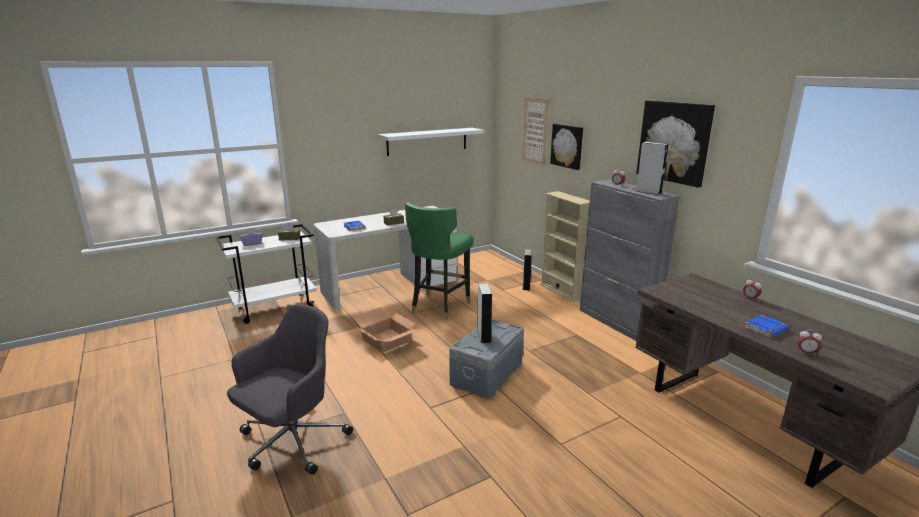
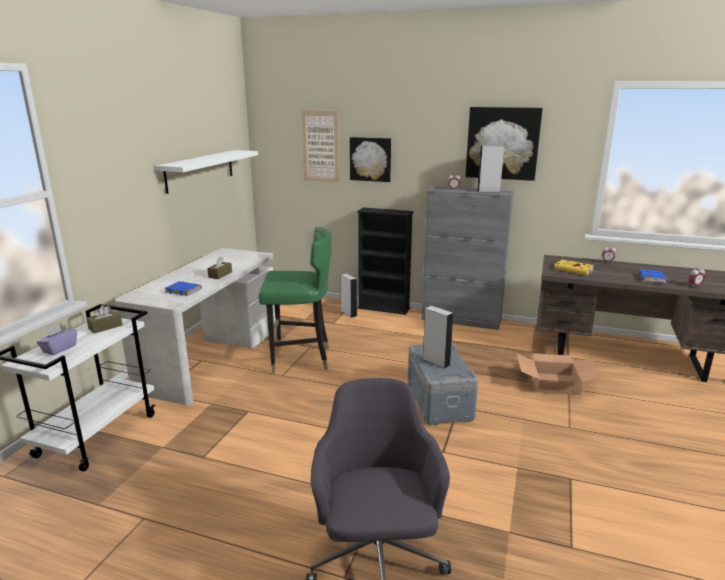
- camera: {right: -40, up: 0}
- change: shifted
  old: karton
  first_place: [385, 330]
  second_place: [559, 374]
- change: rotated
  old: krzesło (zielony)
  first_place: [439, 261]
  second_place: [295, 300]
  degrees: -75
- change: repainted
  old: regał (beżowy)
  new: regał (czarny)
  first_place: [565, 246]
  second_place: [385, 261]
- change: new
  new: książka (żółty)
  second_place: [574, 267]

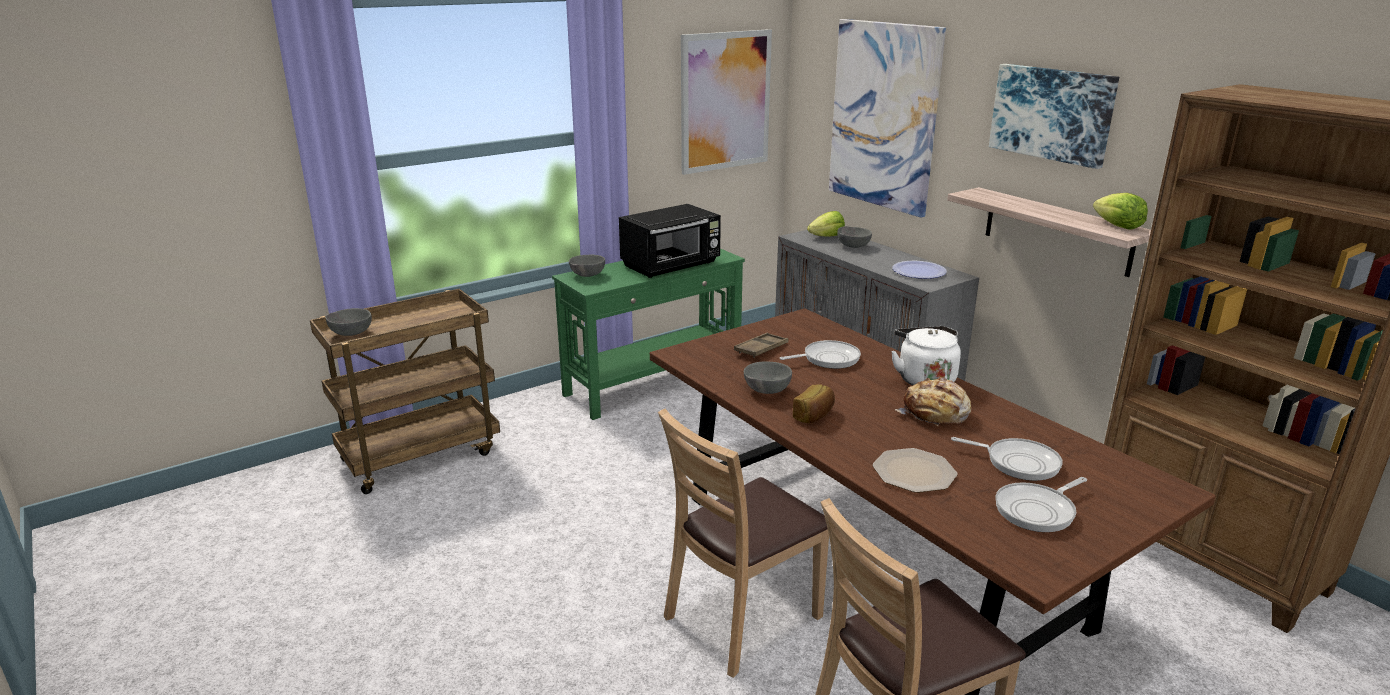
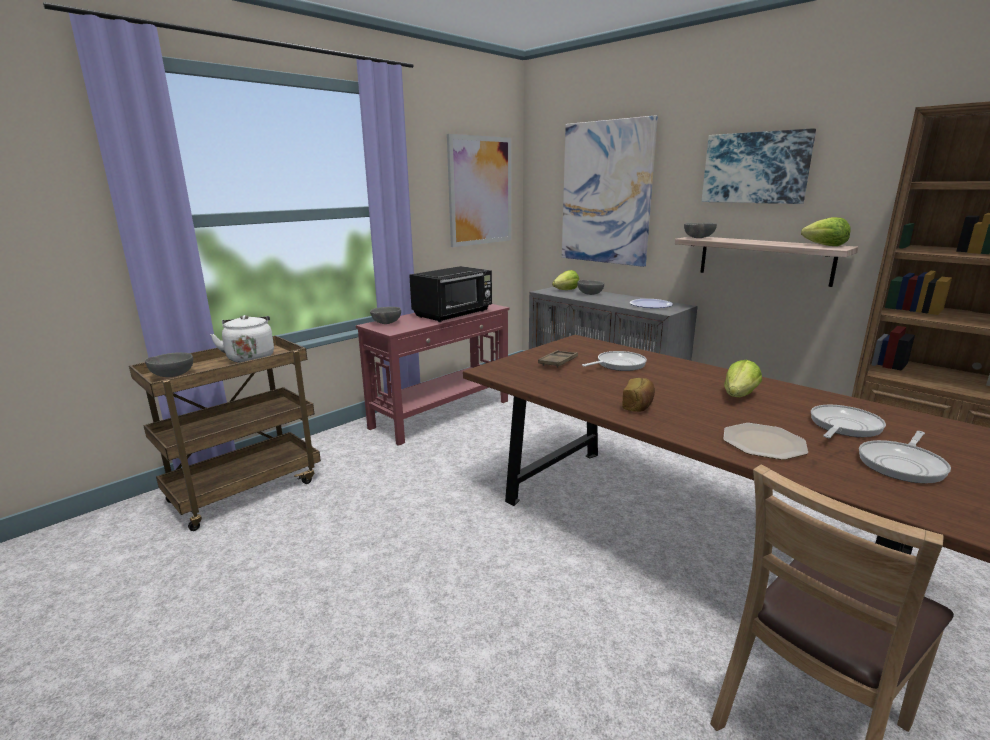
- camera: {right: -10, up: -5}
- change: repainted
  old: stolik konsolowy (zielony)
  new: stolik konsolowy (czerwony)
  first_place: [648, 334]
  second_place: [432, 375]
- change: gone
  old: krzesło (brązowy)
  first_place: [743, 543]
- change: shifted
  old: miska (szary)
  first_place: [768, 377]
  second_place: [700, 230]
- change: shifted
  old: czajnik (biały)
  first_place: [926, 356]
  second_place: [242, 339]
- change: swapped
  old: chleb
  new: sałata
  first_place: [933, 401]
  second_place: [743, 378]
- change: rotated
  old: patelnia
  first_place: [1007, 459]
  second_place: [848, 421]
  degrees: -60

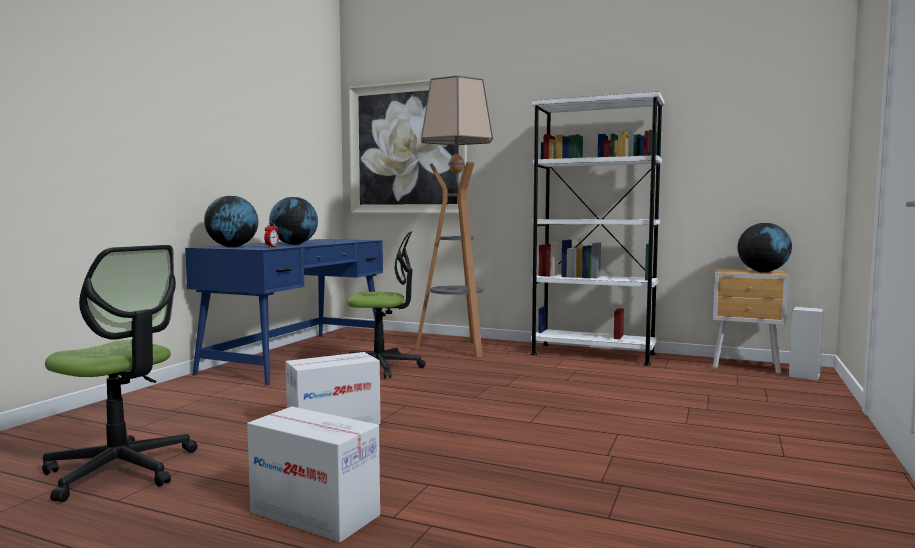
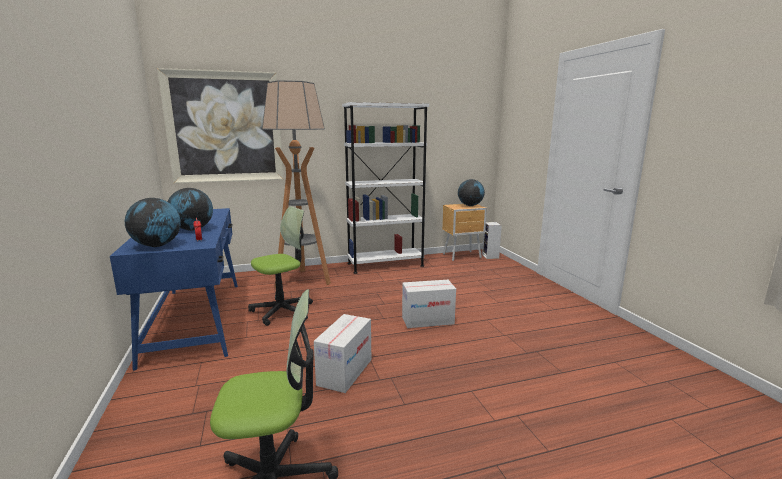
- camera: {right: -40, up: 10}
- change: shifted
  old: karton
  first_place: [313, 475]
  second_place: [429, 304]

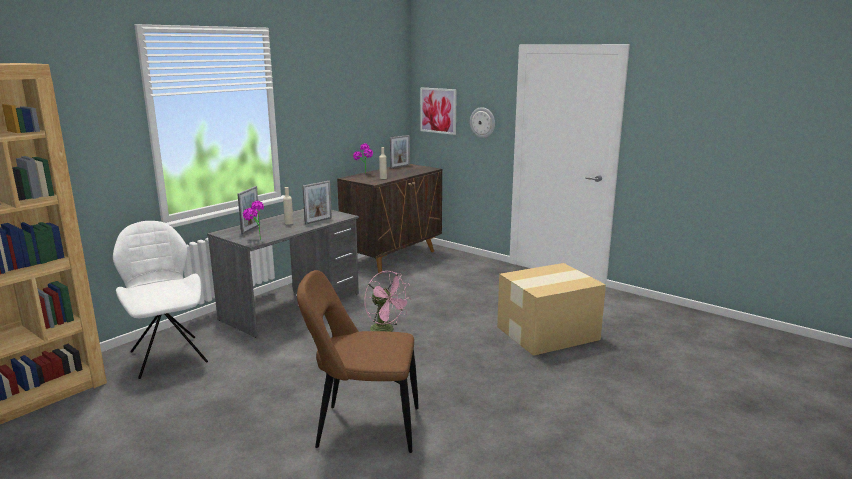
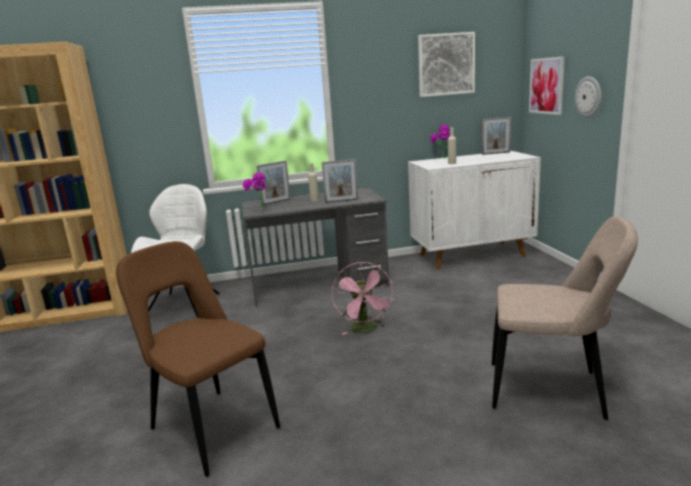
- camera: {right: 40, up: 0}
- change: repainted
  old: szafka (brązowy)
  new: szafka (biały)
  first_place: [389, 219]
  second_place: [474, 210]
- change: swapped
  old: karton
  new: krzesło (beżowy)
  first_place: [551, 309]
  second_place: [565, 318]
- change: new
  new: obraz
  second_place: [446, 64]

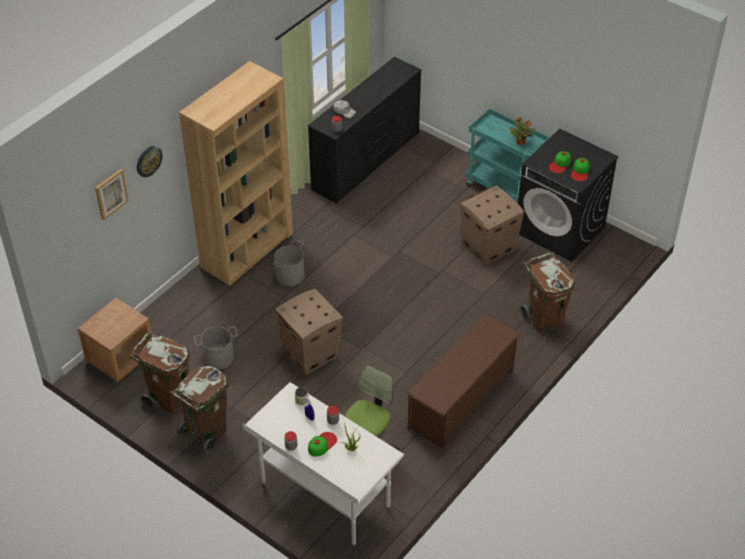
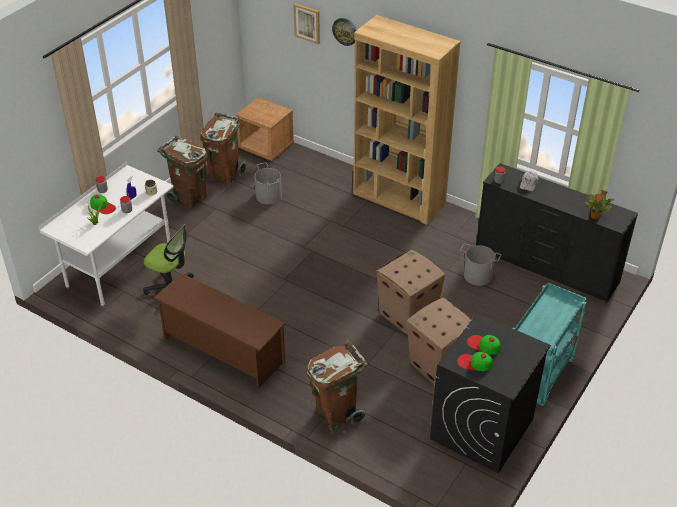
- camera: {right: 85, up: -5}
- change: shifted
  old: wiadro (szary)
  first_place: [288, 262]
  second_place: [480, 264]
- change: shifted
  old: karton
  first_place: [309, 331]
  second_place: [411, 292]
- change: shifted
  old: roślina doniczkowa
  first_place: [522, 131]
  second_place: [599, 205]

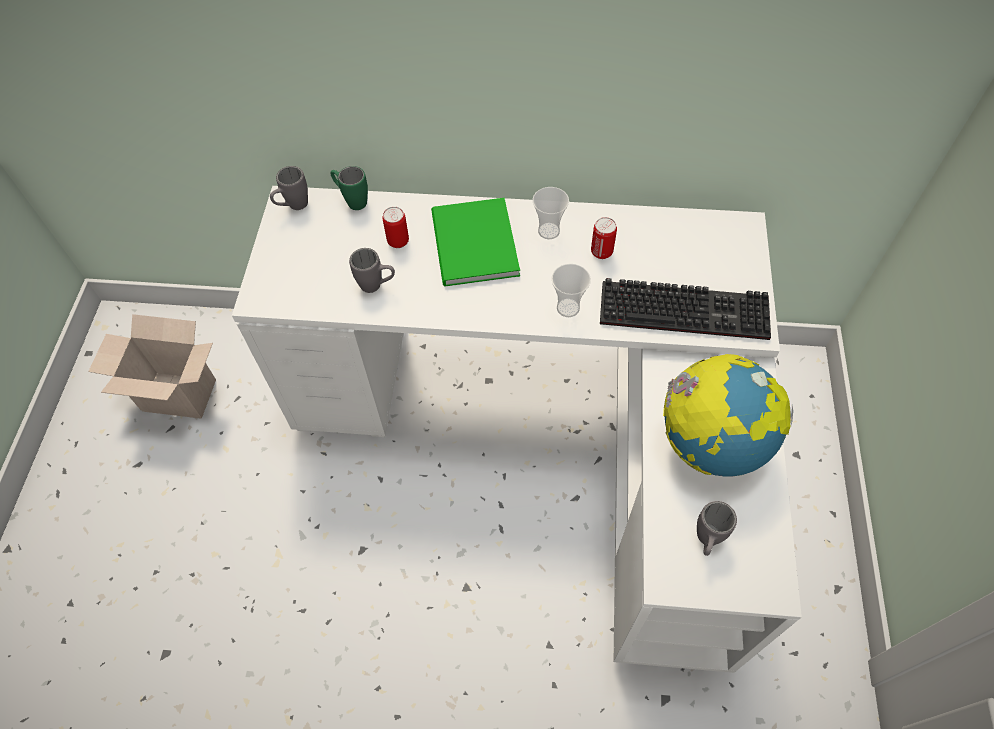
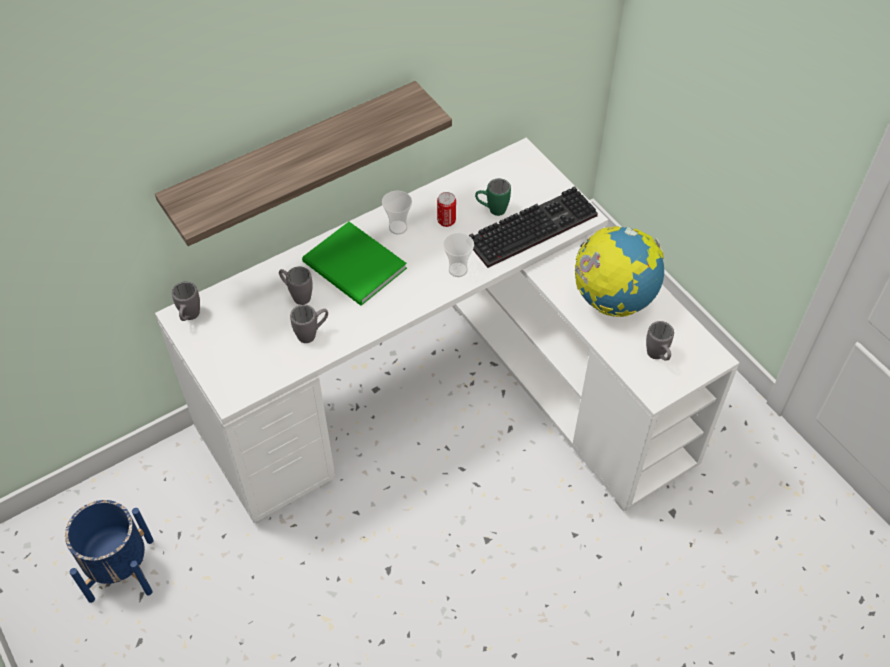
- camera: {right: -40, up: -5}
- change: swapped
  old: karton
  new: donica (niebieski)
  first_place: [152, 366]
  second_place: [109, 551]
- change: shifted
  old: kubek (zielony)
  first_place: [349, 188]
  second_place: [493, 197]
- change: swapped
  old: puszka
  new: kubek (szary)
  first_place: [395, 227]
  second_place: [296, 286]
- change: new
  new: półka
  second_place: [303, 163]

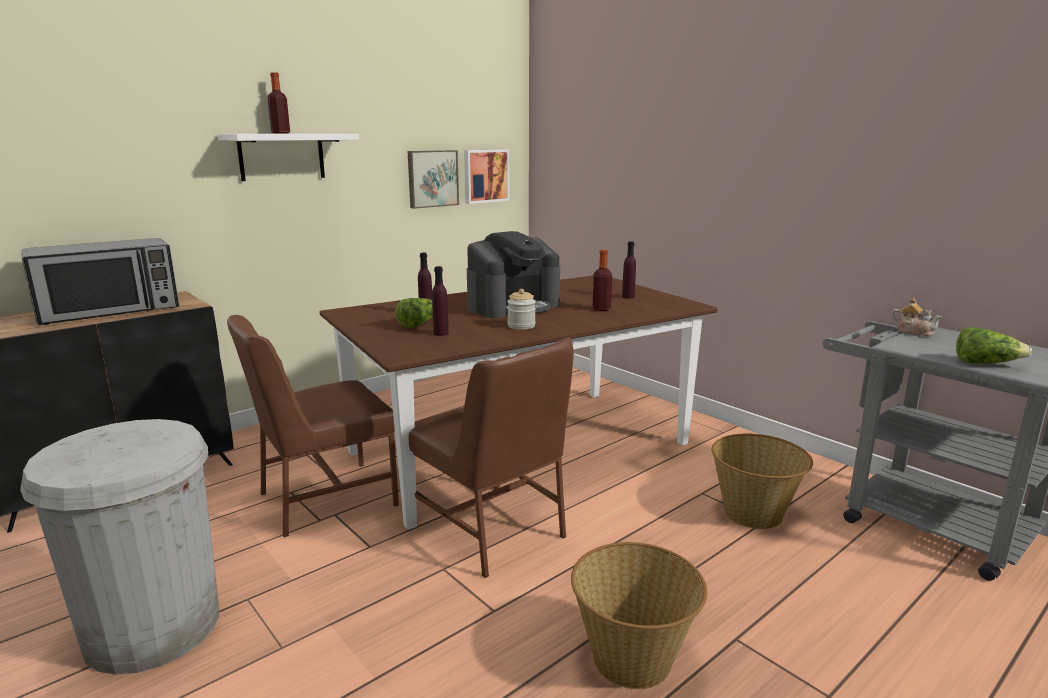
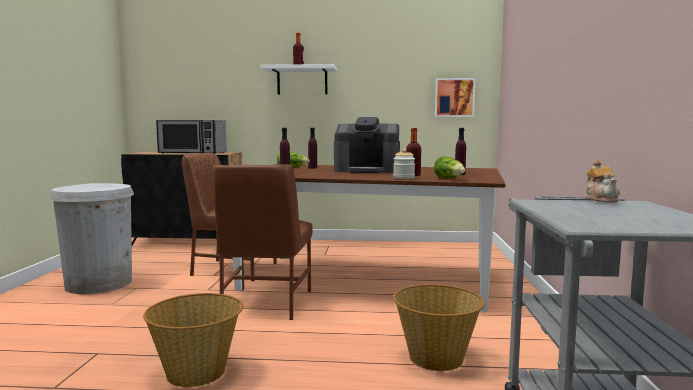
- camera: {right: 45, up: -10}
- change: gone
  old: obraz
  first_place: [433, 179]
- change: shifted
  old: słoik
  first_place: [521, 309]
  second_place: [404, 164]
- change: shifted
  old: sałata
  first_place: [994, 345]
  second_place: [449, 167]

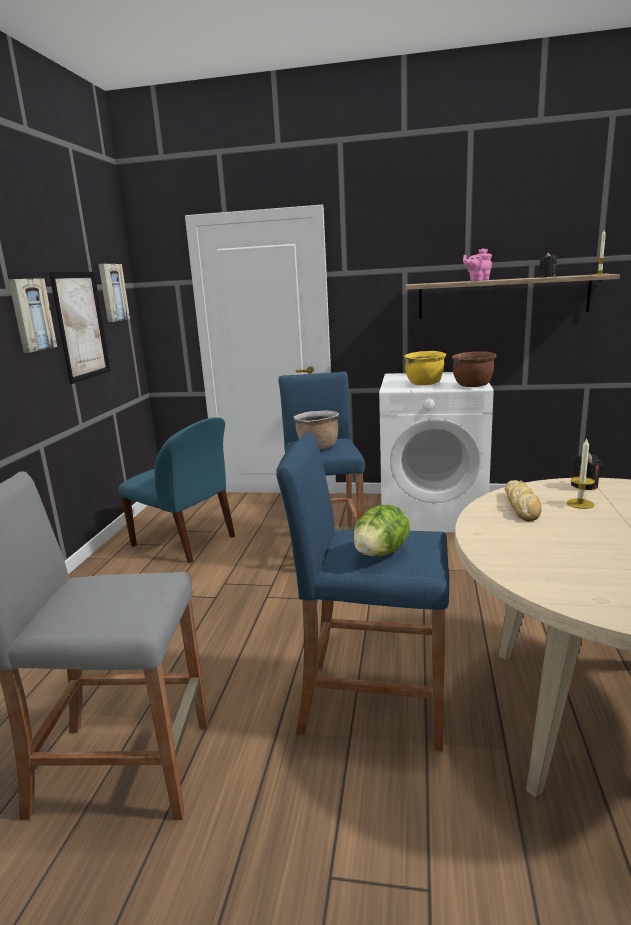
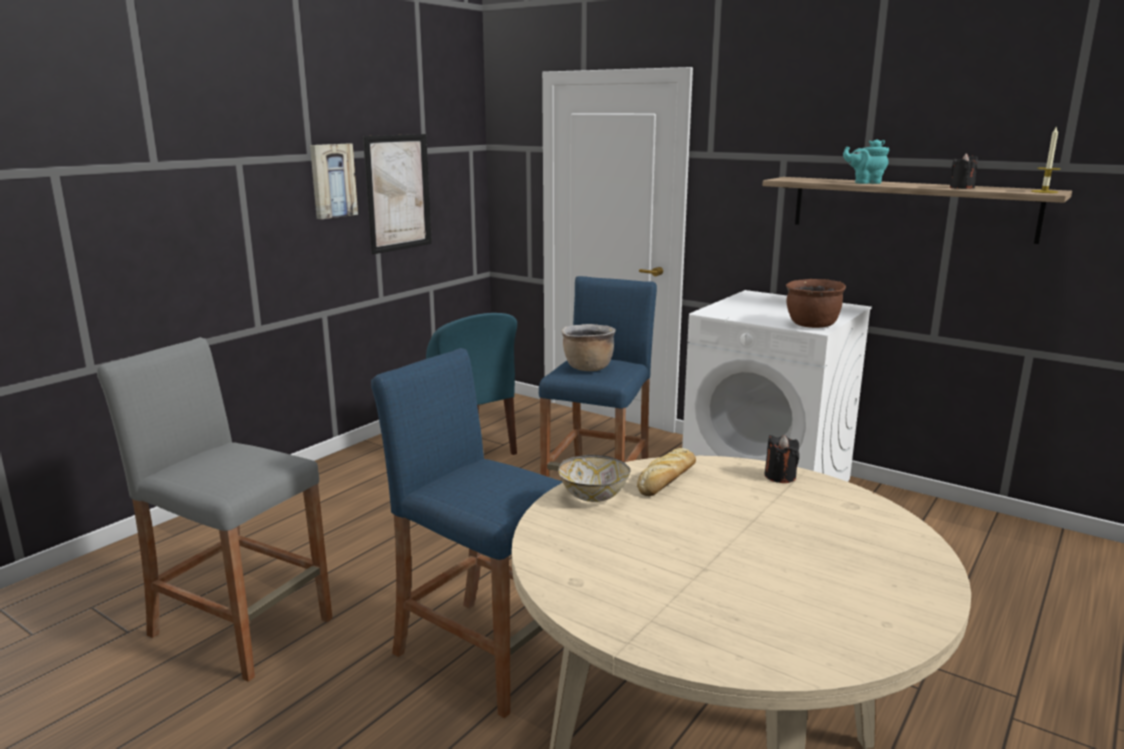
- camera: {right: 25, up: 0}
- change: gone
  old: obraz
  first_place: [114, 293]
- change: gone
  old: sałata
  first_place: [382, 531]
- change: gone
  old: garnek (żółty)
  first_place: [425, 368]
- change: repainted
  old: imbryk (różowy)
  new: imbryk (turkusowy)
  first_place: [477, 265]
  second_place: [866, 161]
- change: gone
  old: świeca
  first_place: [580, 474]
- change: new
  new: miska
  second_place: [594, 478]

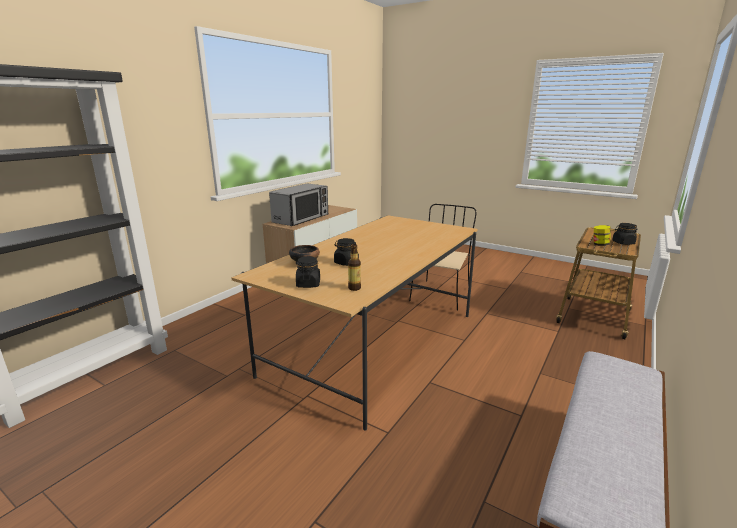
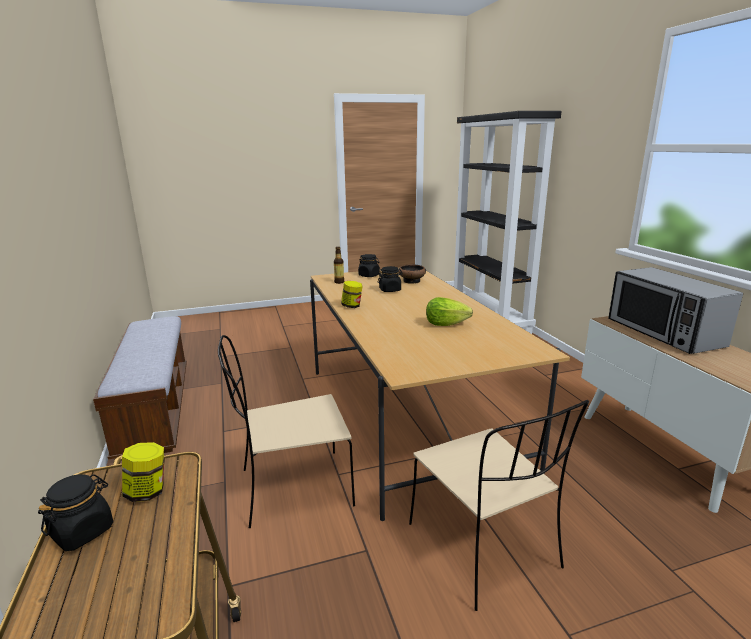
- camera: {right: 130, up: 0}
- change: new
  new: krzesło (beżowy)
  second_place: [286, 431]
- change: new
  new: słoik
  second_place: [352, 294]
- change: new
  new: sałata
  second_place: [449, 311]

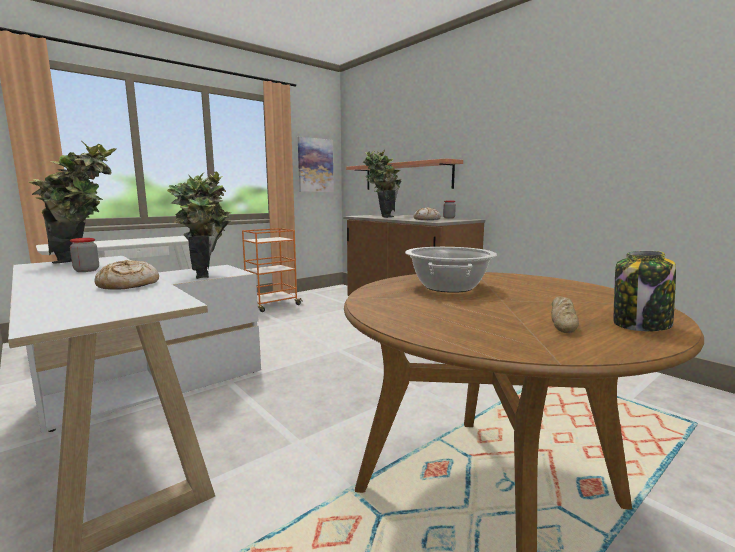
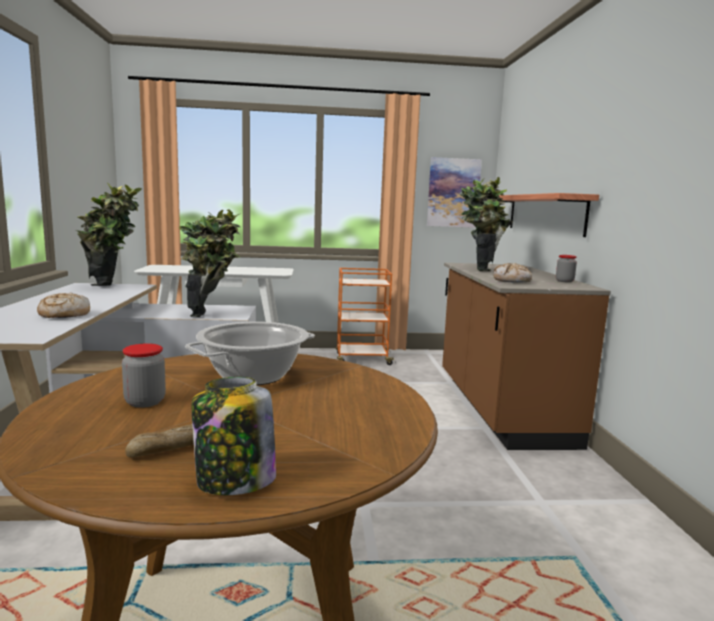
- camera: {right: 35, up: 0}
- change: shifted
  old: słoik
  first_place: [84, 255]
  second_place: [144, 375]

